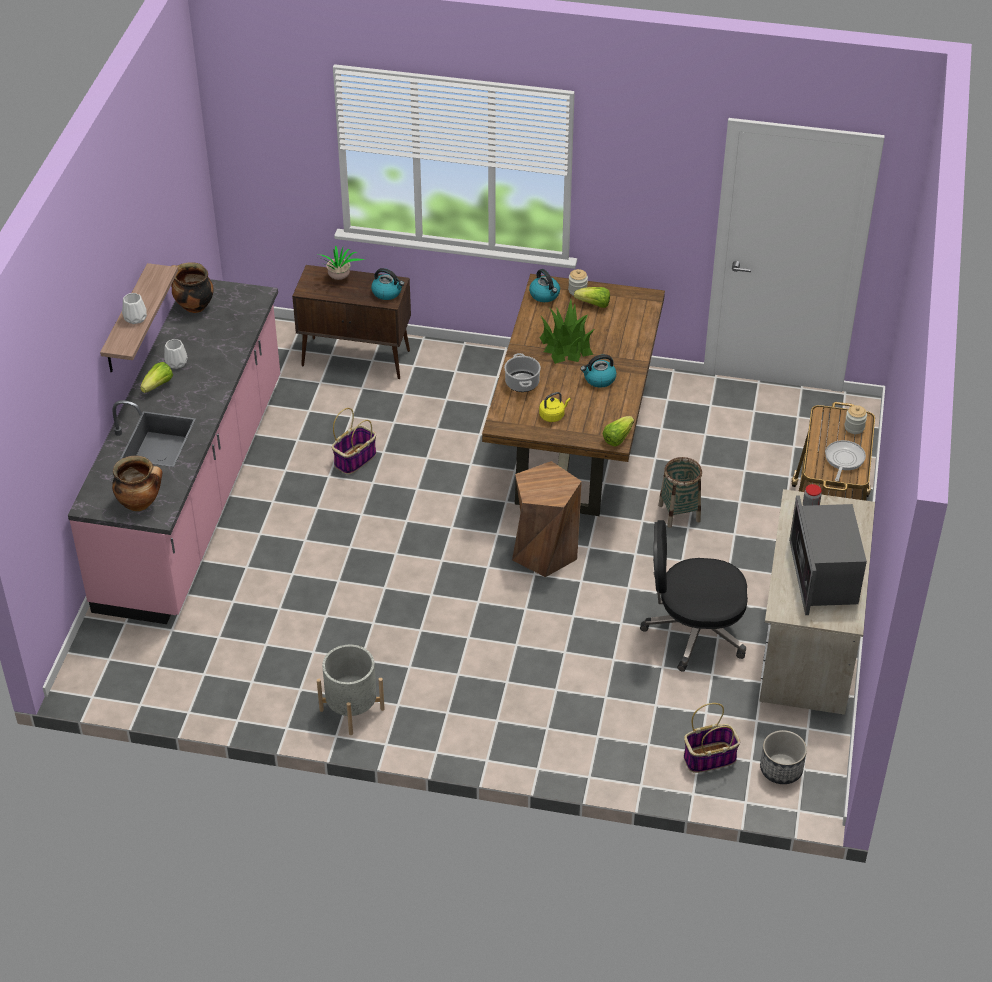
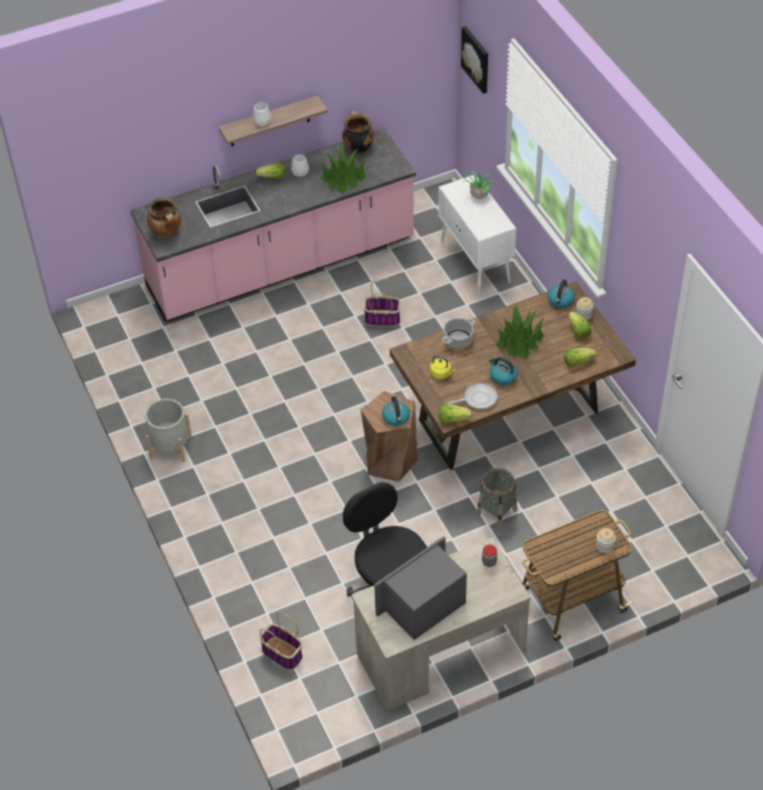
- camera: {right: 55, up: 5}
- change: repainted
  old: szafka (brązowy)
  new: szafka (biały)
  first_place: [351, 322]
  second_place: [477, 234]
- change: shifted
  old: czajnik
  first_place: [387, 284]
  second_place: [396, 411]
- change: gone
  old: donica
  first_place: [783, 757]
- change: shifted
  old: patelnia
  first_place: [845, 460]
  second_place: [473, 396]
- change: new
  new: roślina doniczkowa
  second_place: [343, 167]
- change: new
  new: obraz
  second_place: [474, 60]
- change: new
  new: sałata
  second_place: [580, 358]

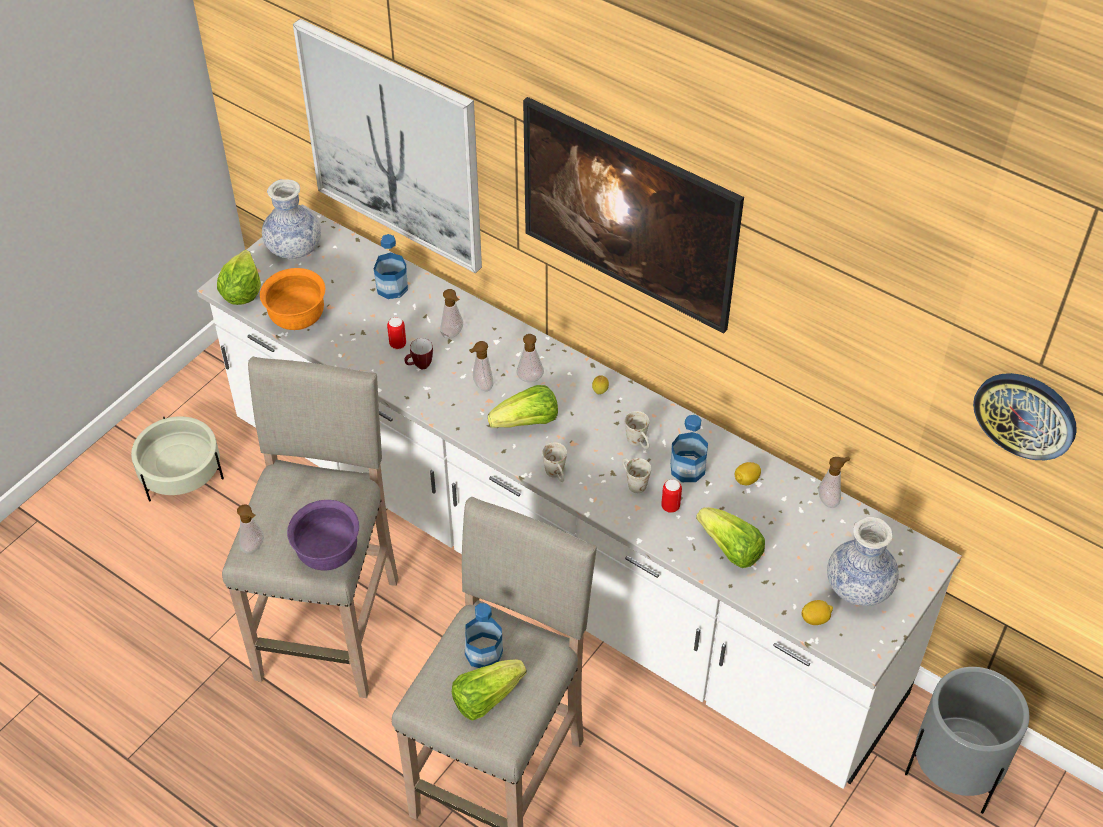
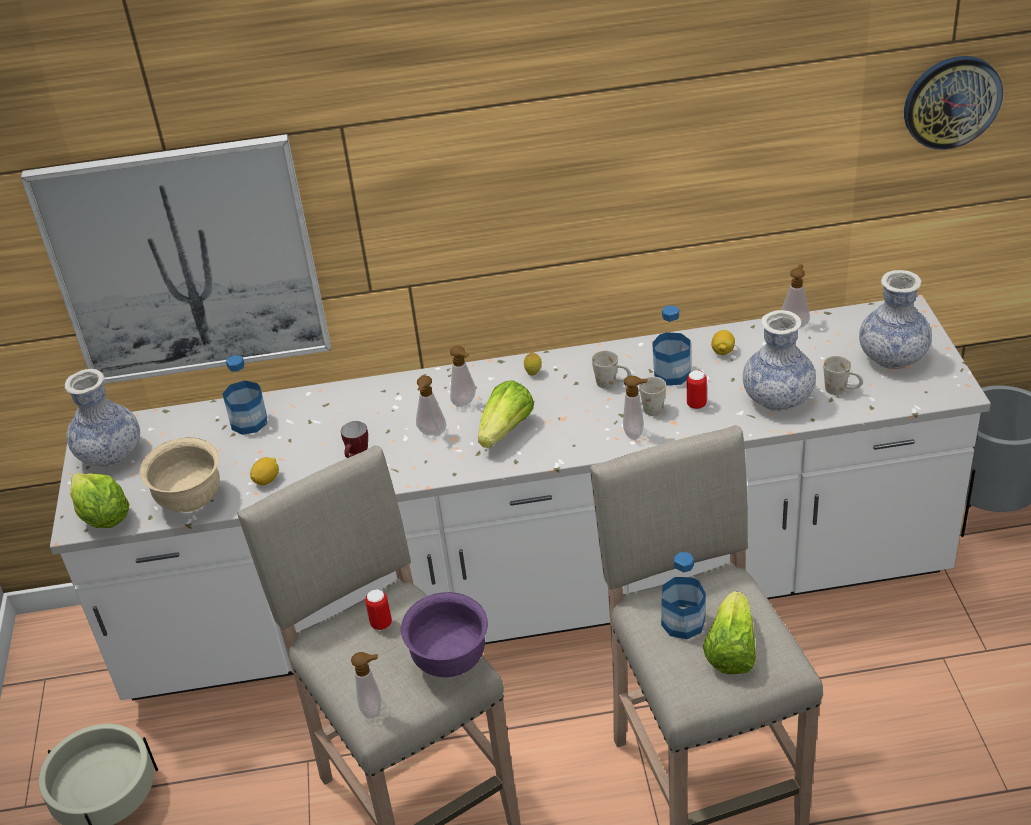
- camera: {right: -40, up: -10}
- change: repainted
  old: miska (pomarańczowy)
  new: miska (beżowy)
  first_place: [292, 299]
  second_place: [179, 474]
- change: shifted
  old: puszka
  first_place: [396, 333]
  second_place: [378, 609]
- change: shifted
  old: dozownik mydła
  first_place: [451, 314]
  second_place: [635, 407]
- change: gone
  old: obraz
  first_place: [633, 215]
- change: shifted
  old: kubek (biały)
  first_place: [554, 462]
  second_place: [843, 375]
- change: swapped
  old: sałata
  new: wazon
  first_place: [730, 537]
  second_place: [779, 360]
- change: shifted
  old: cytryna
  first_place: [817, 612]
  second_place: [264, 471]

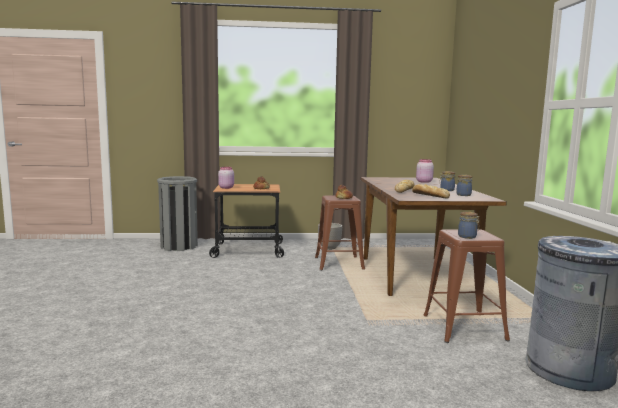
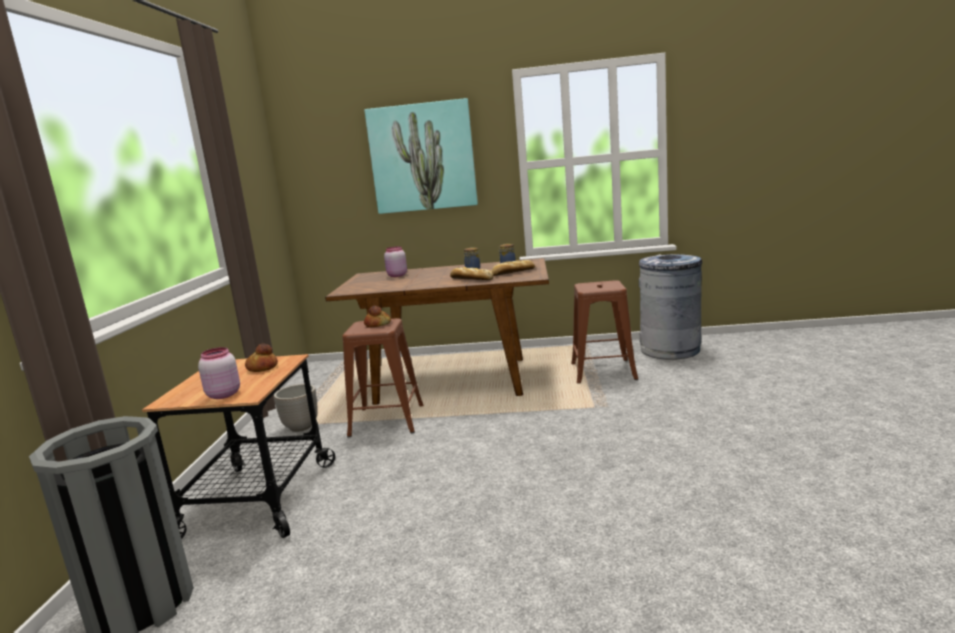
- camera: {right: -80, up: 5}
- change: gone
  old: słoik
  first_place: [469, 225]
- change: new
  new: obraz
  second_place: [421, 156]

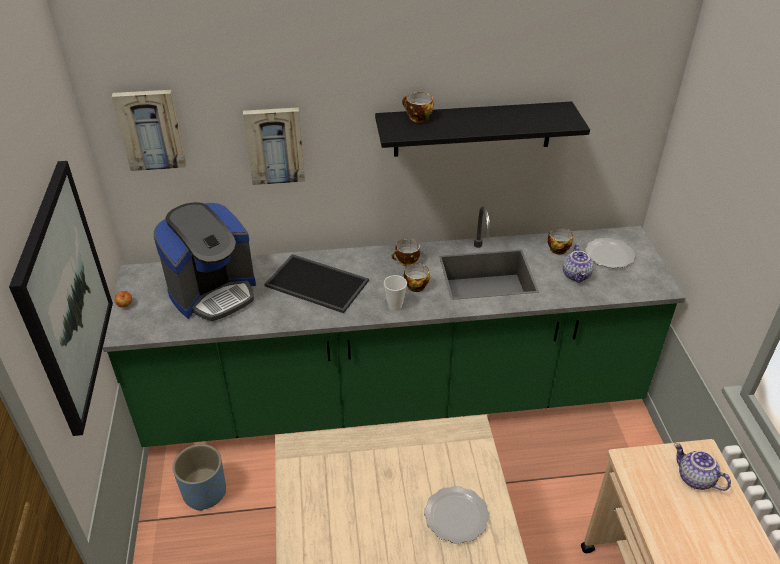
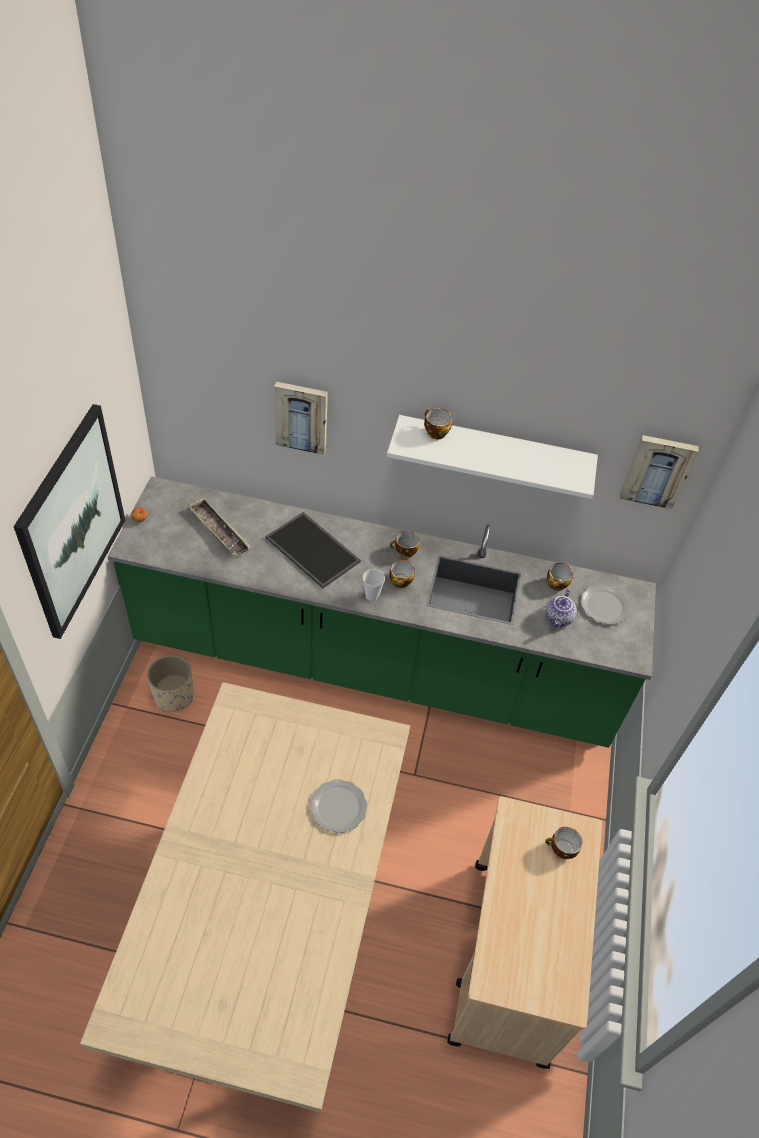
- camera: {right: 15, up: 10}
- change: shifted
  old: obraz
  first_place: [149, 130]
  second_place: [659, 472]
- change: swapped
  old: ekspres do kawy
  new: taca
  first_place: [205, 261]
  second_place: [219, 527]
- change: repainted
  old: donica (niebieski)
  new: donica (beżowy)
  first_place: [199, 477]
  second_place: [170, 683]
- change: repainted
  old: półka (czarny)
  new: półka (biały)
  first_place: [482, 129]
  second_place: [492, 457]
- change: swapped
  old: imbryk
  new: filiżanka
  first_place: [702, 467]
  second_place: [563, 843]

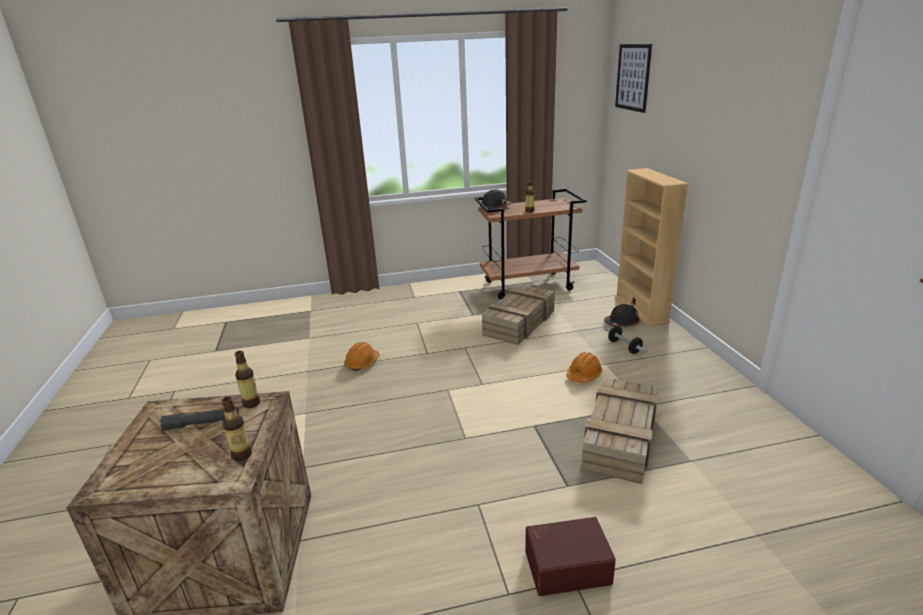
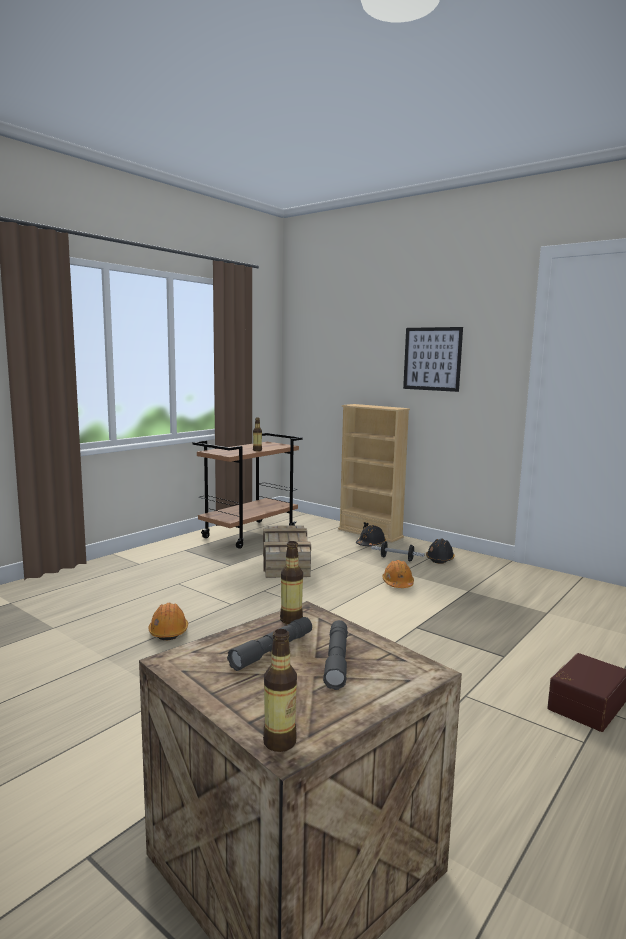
- camera: {right: -40, up: -15}
- change: shifted
  old: butelka
  first_place: [237, 429]
  second_place: [280, 690]
- change: shifted
  old: kask (czarny)
  first_place: [496, 199]
  second_place: [440, 551]
- change: gone
  old: skrzynka
  first_place: [619, 430]
- change: shifted
  old: obraz
  first_place: [633, 78]
  second_place: [433, 359]
- change: new
  new: latarka (szary)
  second_place: [335, 655]

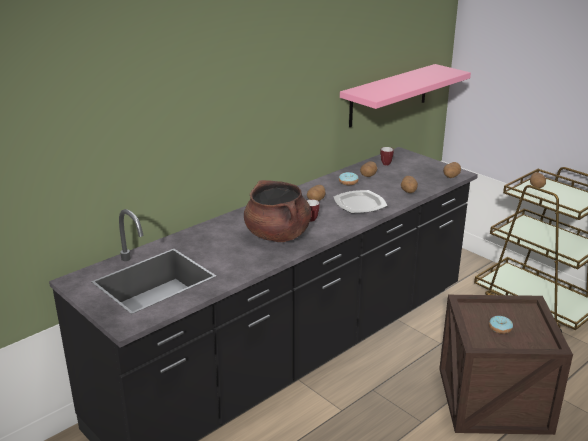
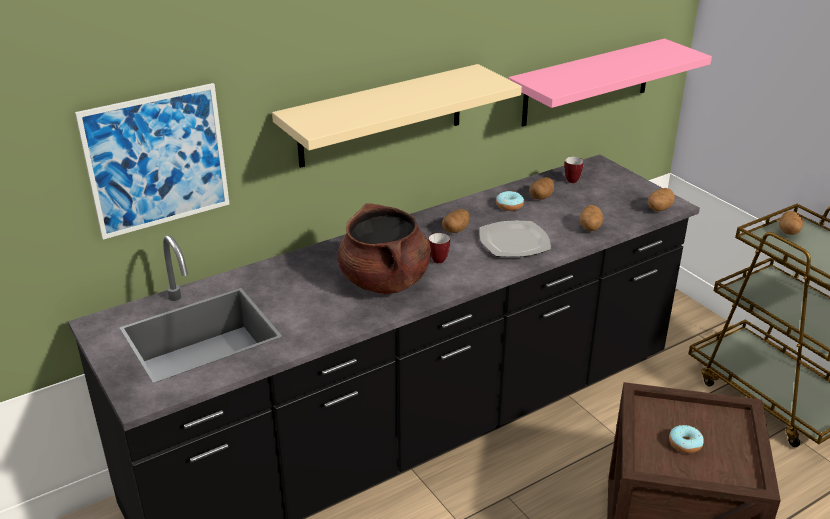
- camera: {right: 10, up: 5}
- change: new
  new: obraz
  second_place: [152, 161]
- change: new
  new: półka (beżowy)
  second_place: [397, 116]

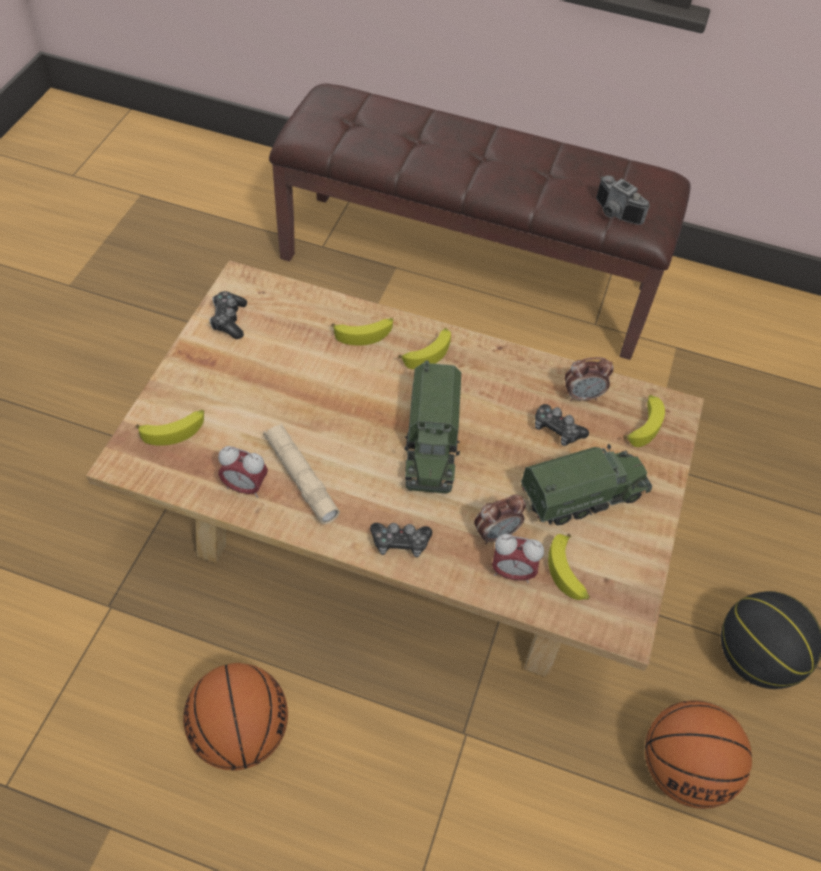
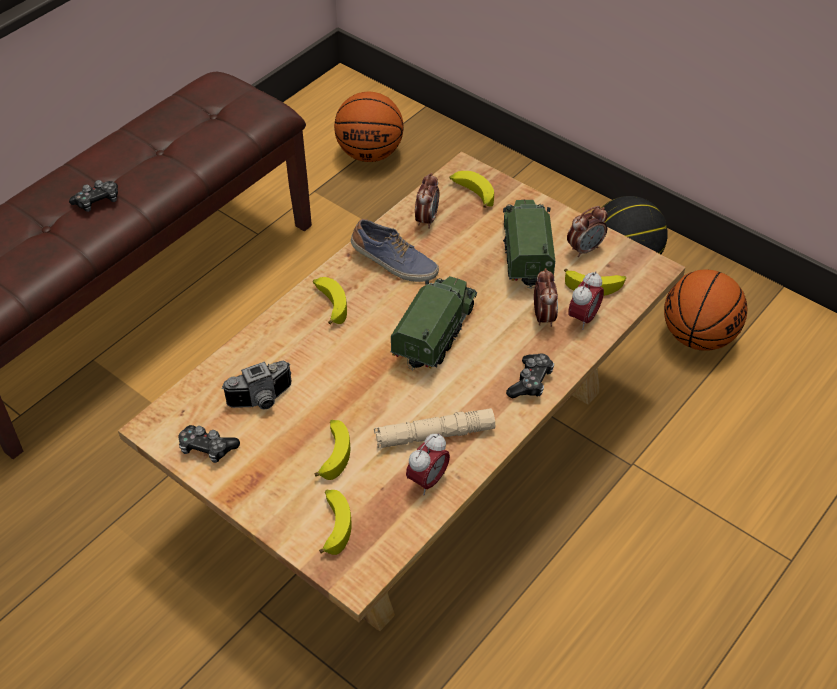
- camera: {right: -65, up: -5}
- change: shifted
  old: piłka do koszykówki
  first_place: [235, 717]
  second_place: [369, 127]
- change: shifted
  old: banan
  first_place: [362, 332]
  second_place: [332, 449]
- change: rotated
  old: ciężarówka zabawkowa
  first_place: [432, 427]
  second_place: [433, 323]
  degrees: -90
- change: shifted
  old: pad do gier
  first_place: [562, 425]
  second_place: [93, 196]
- change: shifted
  old: aparat fotograficzny
  first_place: [623, 200]
  second_place: [257, 385]
- change: new
  new: but
  second_place: [395, 250]
- change: new
  new: budzik
  second_place: [587, 231]

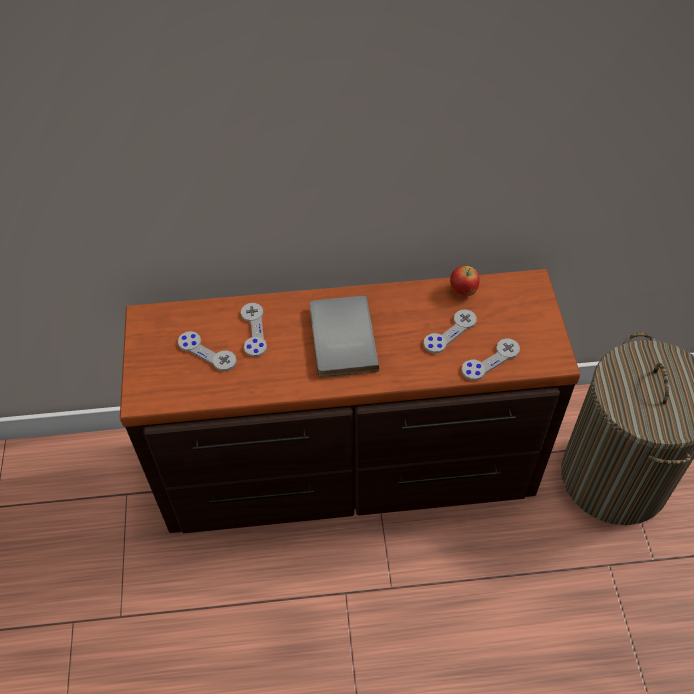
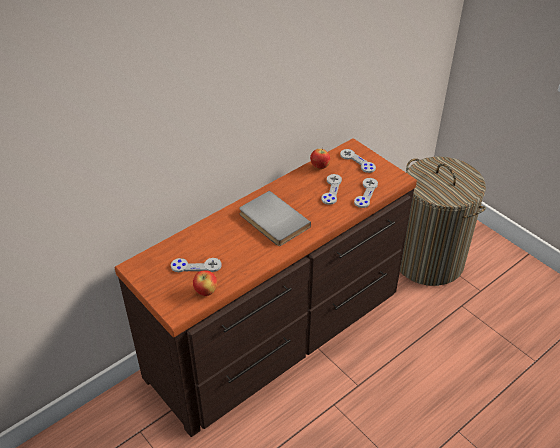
- camera: {right: -35, up: -10}
- change: shifted
  old: pad do gier (szary)
  first_place: [254, 330]
  second_place: [358, 161]
- change: new
  new: jabłko
  second_place: [205, 283]

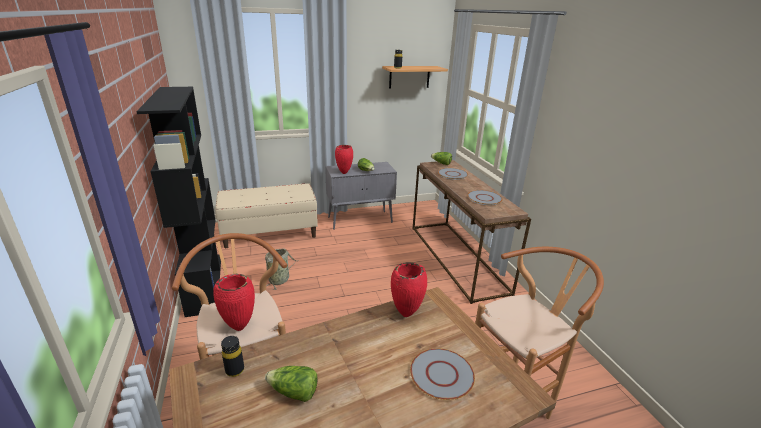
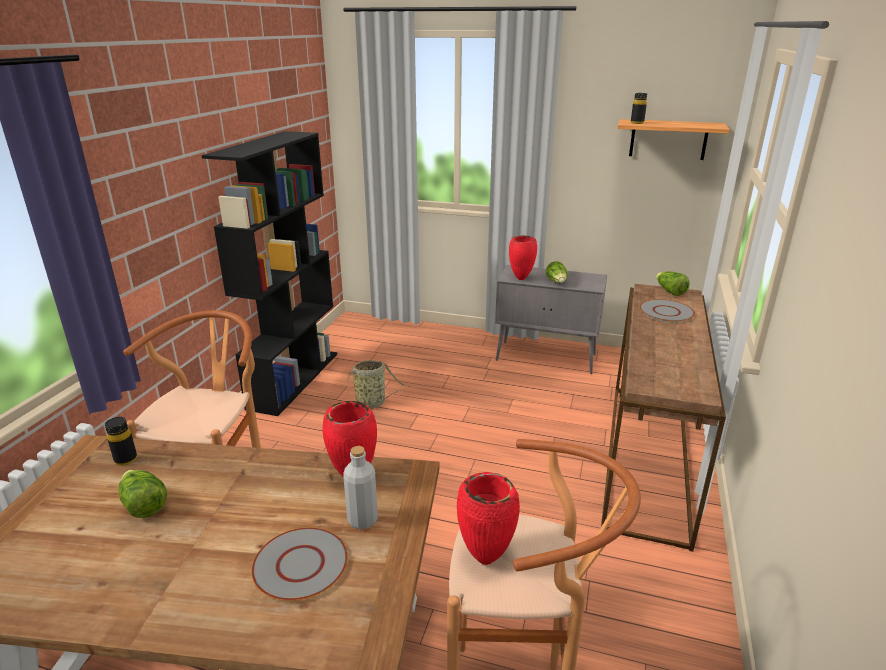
- camera: {right: 35, up: 0}
- change: shifted
  old: wazon (czerwony)
  first_place: [234, 302]
  second_place: [488, 518]
- change: gone
  old: ławka (beżowy)
  first_place: [266, 215]
- change: gone
  old: talerz (szary)
  first_place: [485, 197]
- change: new
  new: butelka (szary)
  second_place: [360, 487]

